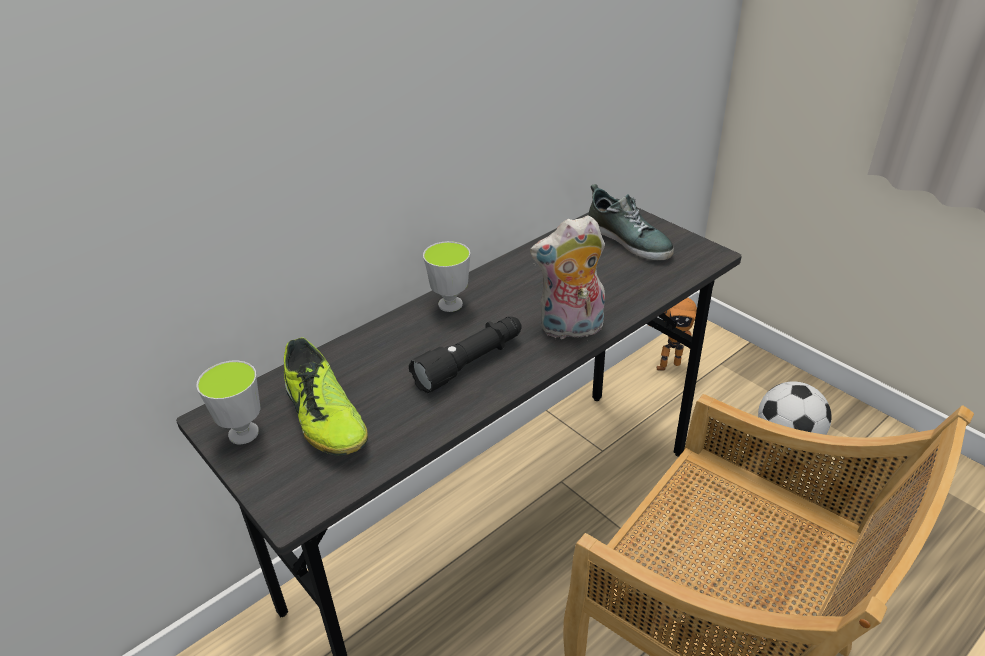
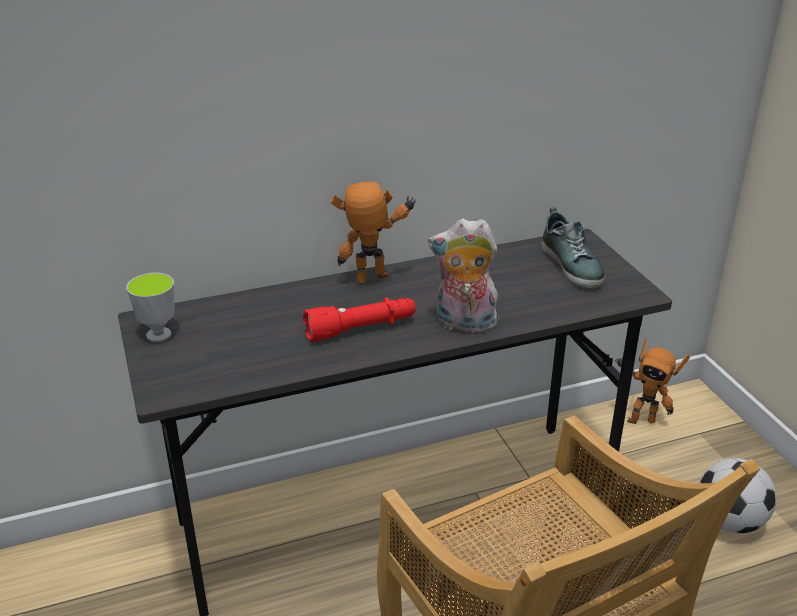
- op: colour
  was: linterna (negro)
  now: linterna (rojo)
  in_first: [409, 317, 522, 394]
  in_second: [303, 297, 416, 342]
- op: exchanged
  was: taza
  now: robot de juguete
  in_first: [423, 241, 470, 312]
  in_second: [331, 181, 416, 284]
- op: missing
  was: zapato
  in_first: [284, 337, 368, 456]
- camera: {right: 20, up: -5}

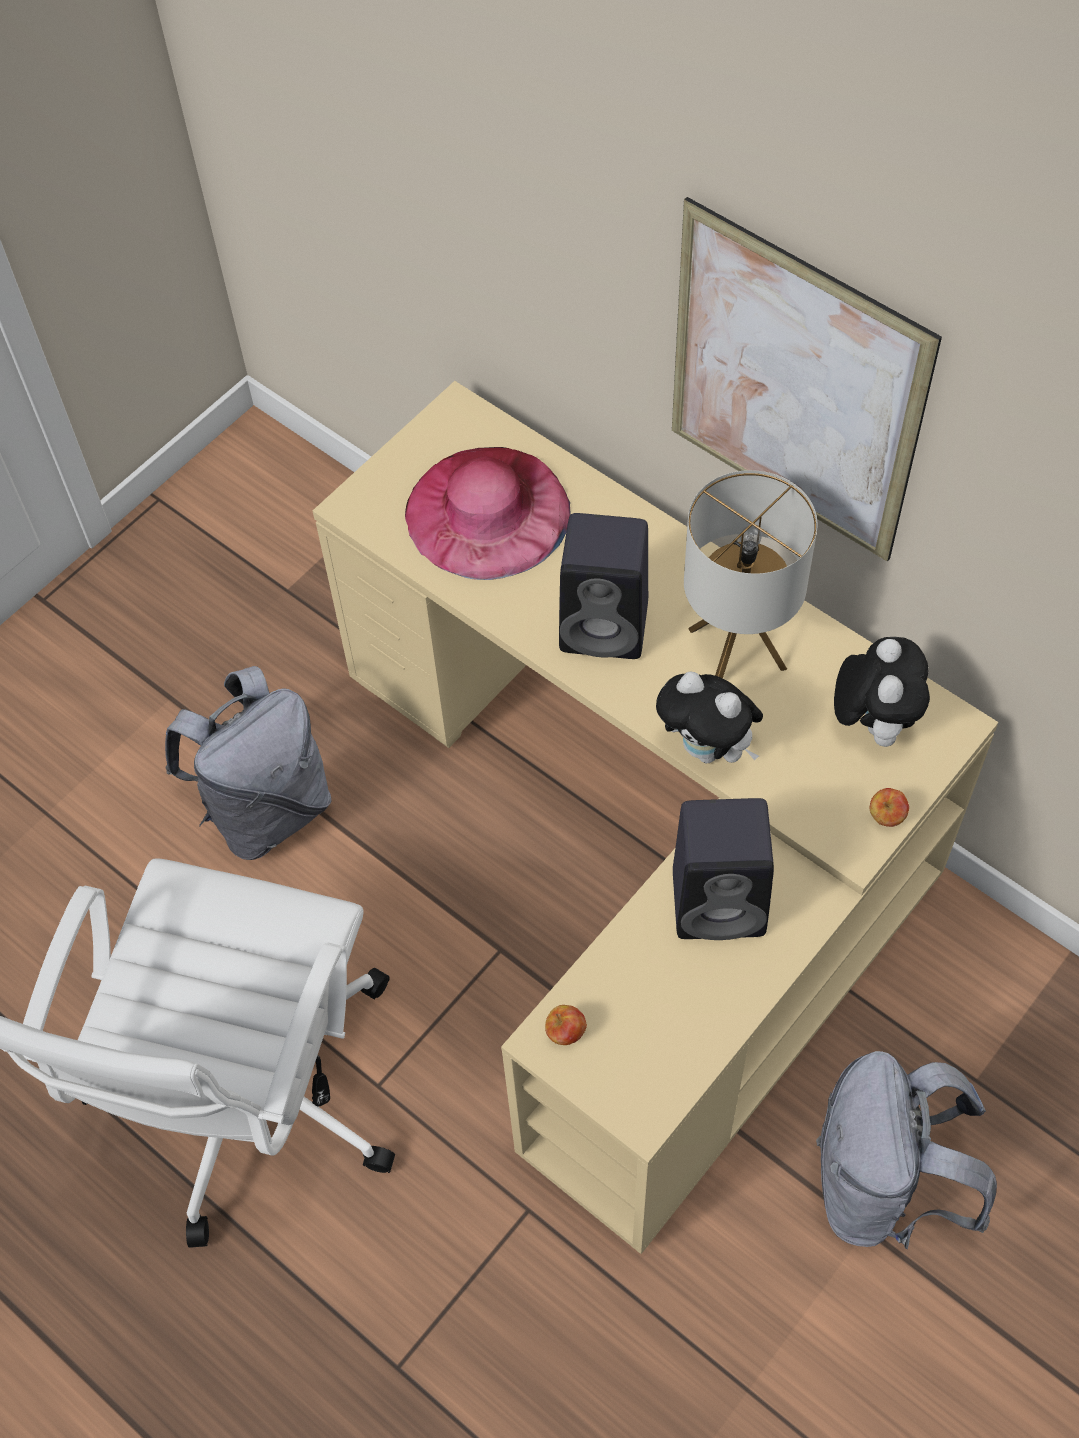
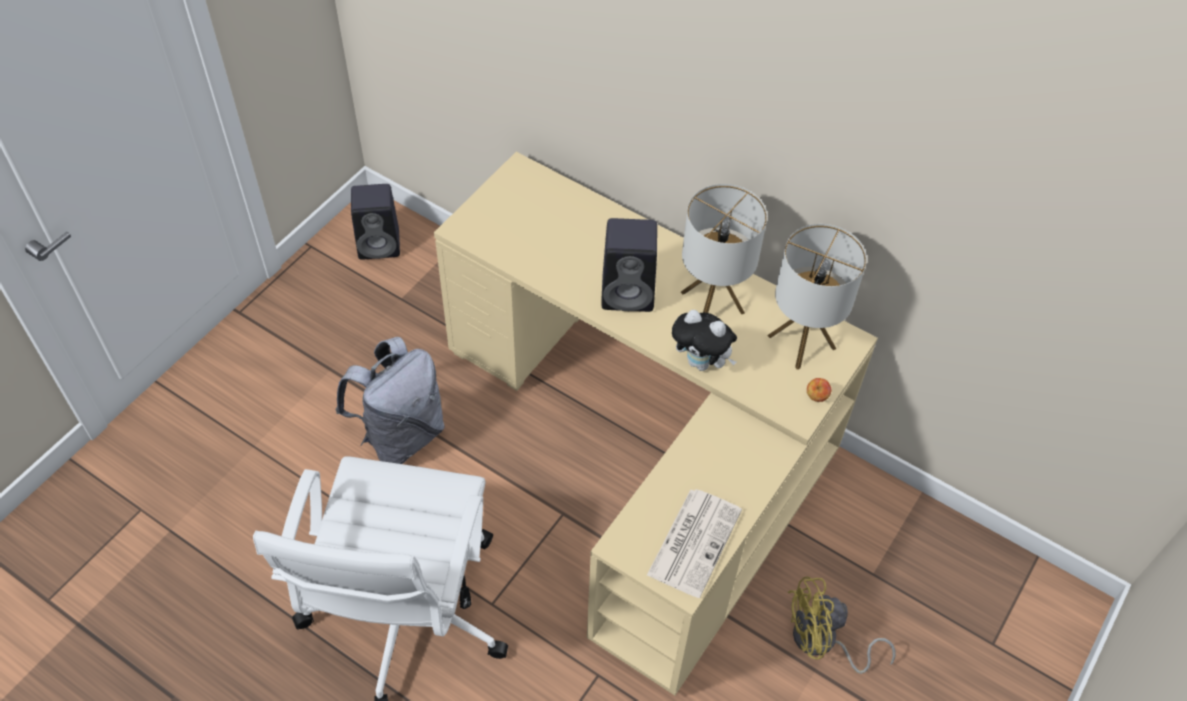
- op: relocated
  was: altavoz (negro)
  in_first: [673, 798, 774, 940]
  in_second: [351, 184, 400, 260]
- op: appeared
  now: periódico
  in_second: [647, 489, 742, 598]
- op: exchanged
  was: peluche
  now: lámpara de mesa
  in_first: [834, 637, 930, 747]
  in_second: [768, 224, 867, 370]
- op: exchanged
  was: mochila (gris)
  now: ventilador (amarillo)
  in_first: [816, 1051, 997, 1249]
  in_second: [788, 576, 896, 674]
- op: missing
  was: sombrero (rosa)
  in_first: [405, 447, 571, 580]
- op: missing
  was: manzana
  in_first: [545, 1005, 587, 1045]
- op: missing
  was: cuadro
  in_first: [672, 197, 942, 562]
- camera: {right: -10, up: -5}

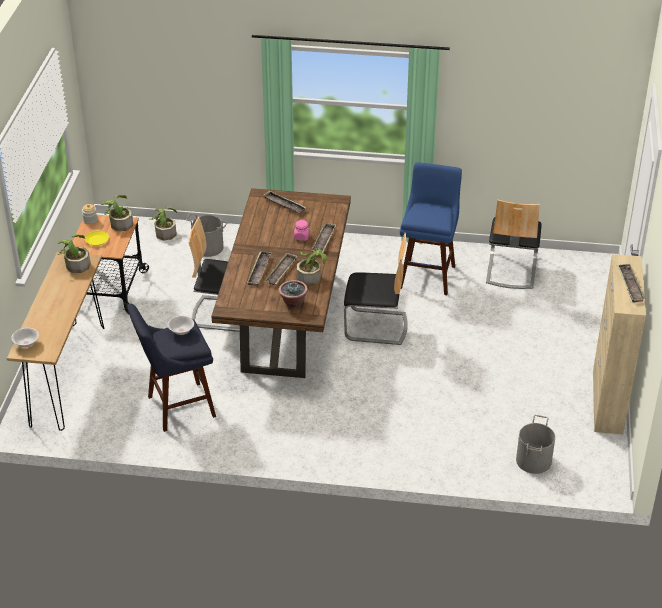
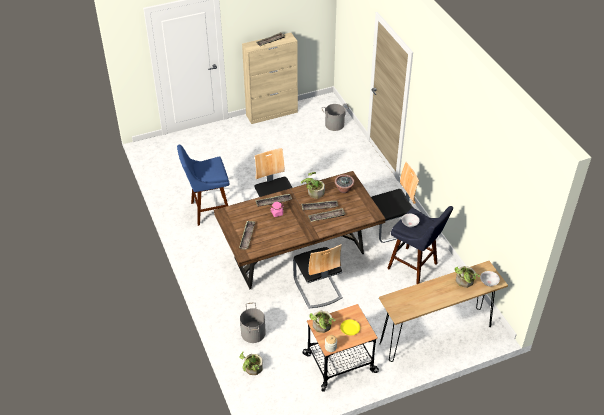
- op: relocated
  was: silla
  in_first: [486, 200, 542, 289]
  in_second: [371, 162, 419, 243]
- op: relocated
  was: planta en maceta
  in_first: [57, 234, 91, 273]
  in_second: [455, 266, 480, 288]
- camera: {right: -120, up: 5}

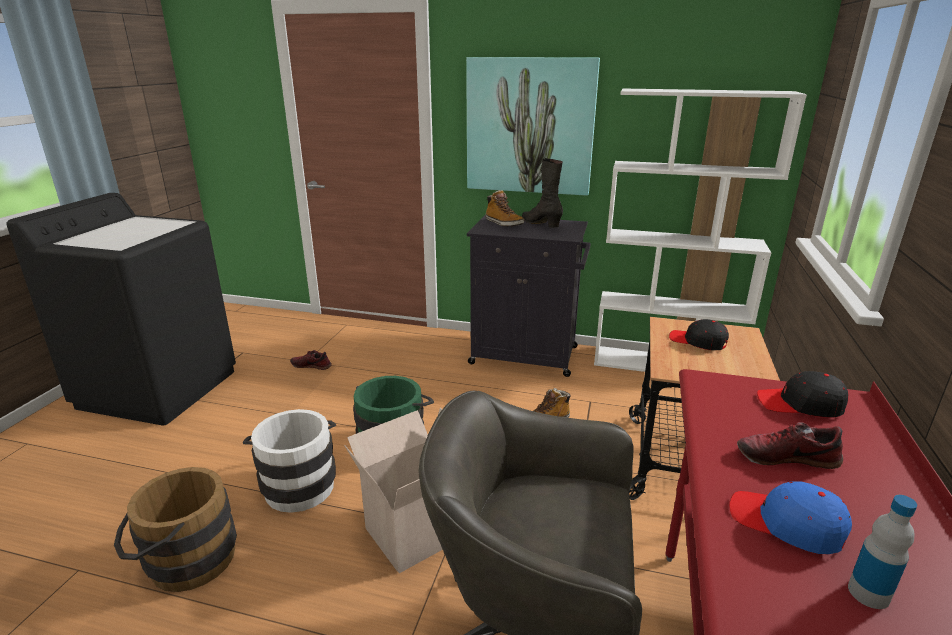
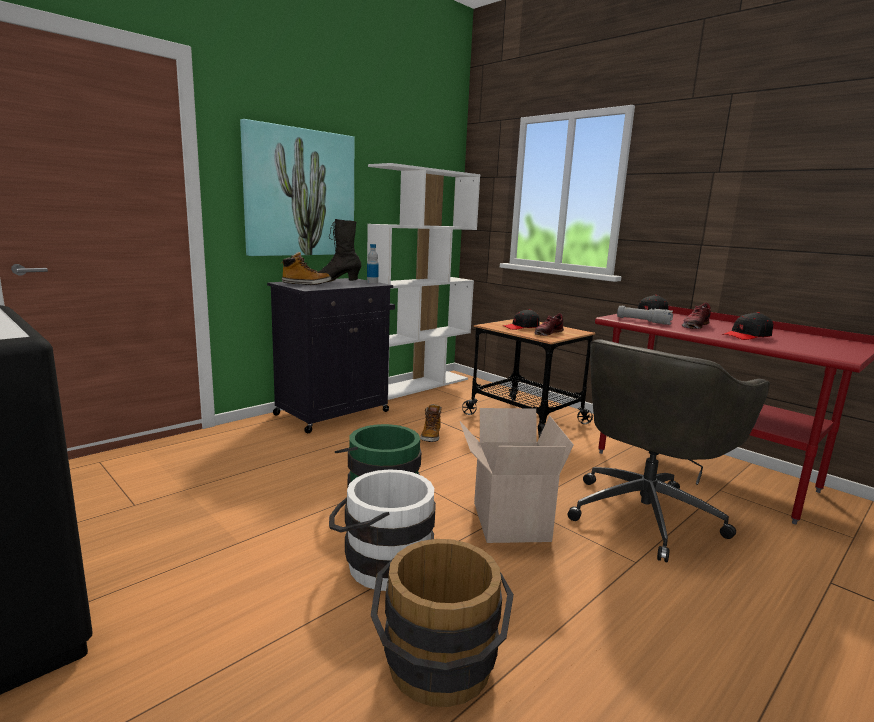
- op: relocated
  was: botella
  in_first: [848, 495, 917, 609]
  in_second: [367, 244, 379, 283]
- op: relocated
  was: zapato
  in_first: [290, 350, 332, 370]
  in_second: [534, 313, 564, 336]
- op: appeared
  now: linterna (gris)
  in_second: [617, 306, 673, 325]
- op: colour
  was: gorra (azul)
  now: gorra (negro)
  in_first: [729, 481, 852, 554]
  in_second: [722, 312, 773, 340]
- camera: {right: -60, up: -10}

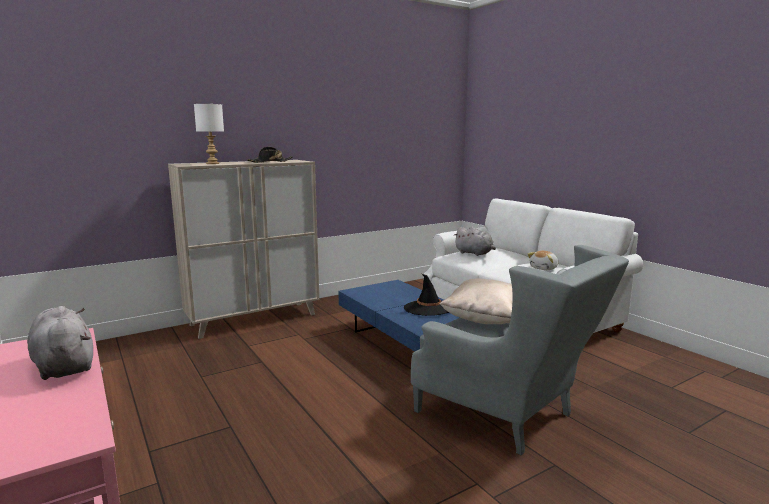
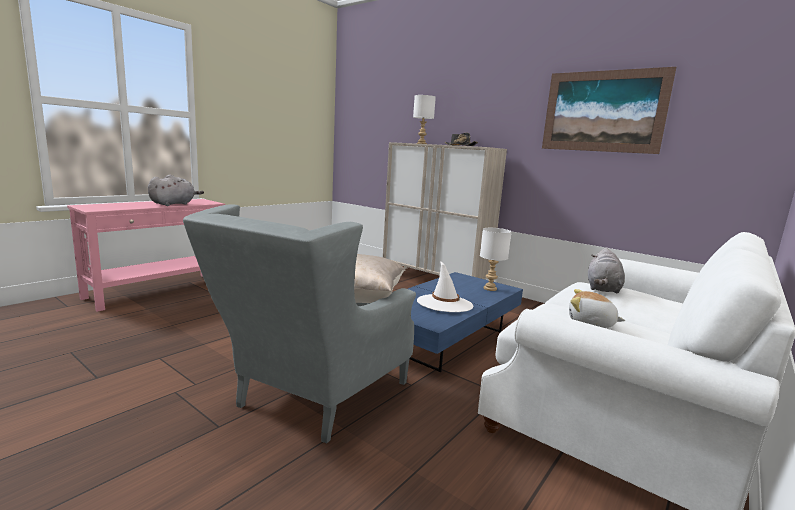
- op: colour
  was: sombrero (negro)
  now: sombrero (blanco)
  in_first: [404, 274, 449, 316]
  in_second: [417, 261, 474, 312]
- op: appeared
  now: lámpara de mesa (blanco)
  in_second: [480, 228, 512, 291]
- op: appeared
  now: cuadro
  in_second: [542, 67, 676, 154]
- camera: {right: 70, up: 0}

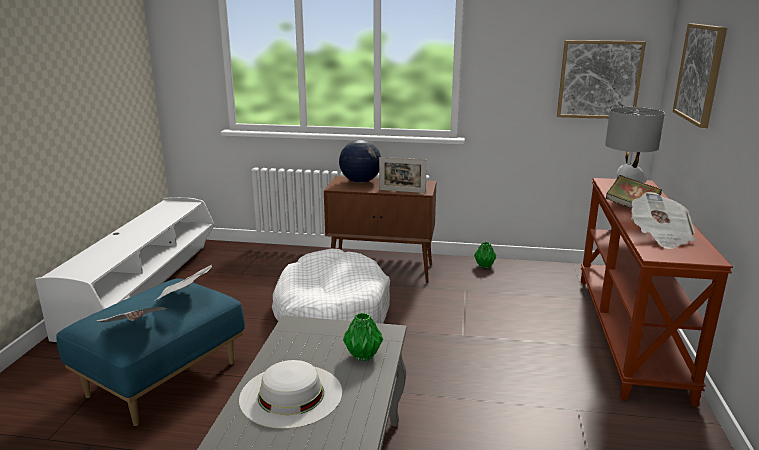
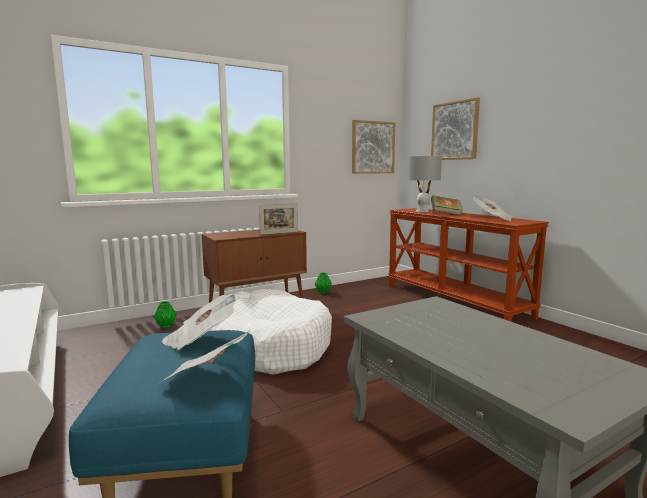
- op: relocated
  was: florero (verde)
  in_first: [343, 313, 383, 361]
  in_second: [154, 301, 177, 328]
- op: missing
  was: sombrero (blanco)
  in_first: [239, 360, 342, 429]
- op: missing
  was: globo terráqueo
  in_first: [339, 140, 381, 183]
- camera: {right: -40, up: -10}

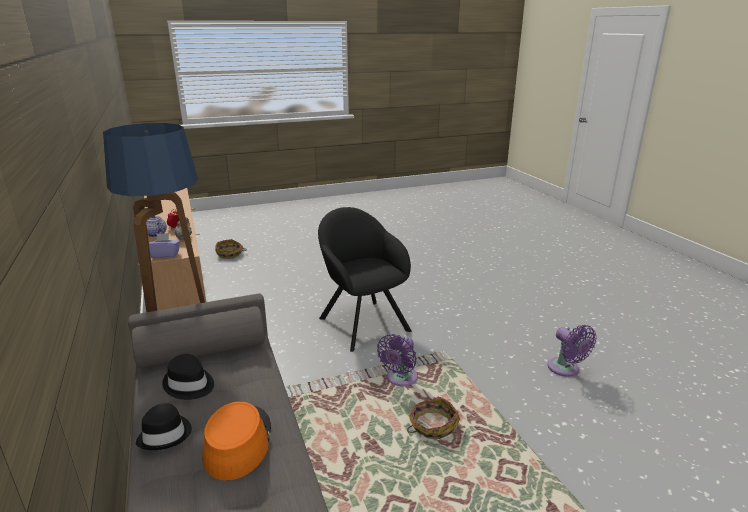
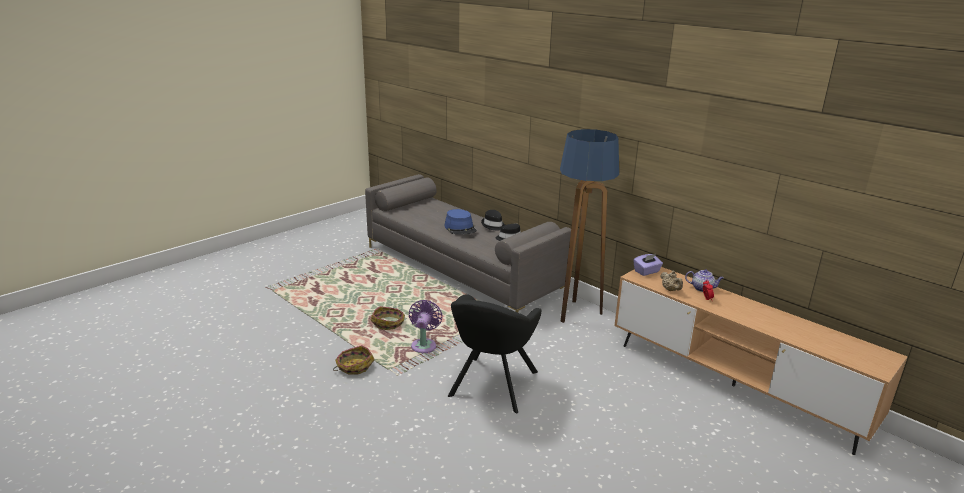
- op: relocated
  was: cesta
  in_first: [215, 239, 247, 259]
  in_second: [333, 345, 375, 375]
- op: colour
  was: sombrero (naranja)
  now: sombrero (azul)
  in_first: [202, 401, 271, 481]
  in_second: [445, 209, 477, 235]
- op: spun
  was: sillón (negro)
  in_first: [318, 207, 412, 352]
  in_second: [448, 294, 542, 413]
  clockwise: 75
- op: missing
  was: ventilador (morado)
  in_first: [547, 325, 597, 377]
- camera: {right: 155, up: 0}

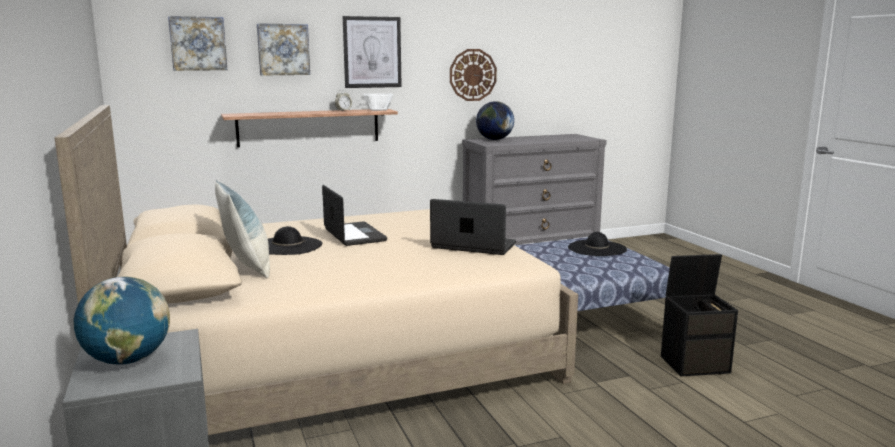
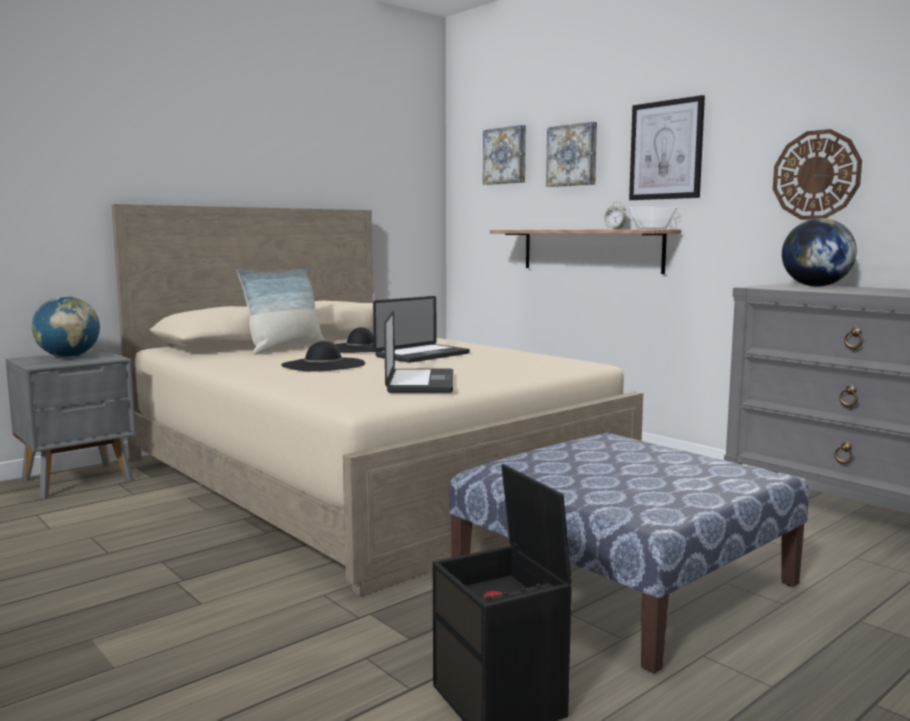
- op: relocated
  was: sombrero (negro)
  in_first: [568, 232, 627, 256]
  in_second: [281, 341, 365, 372]
- camera: {right: 70, up: -5}

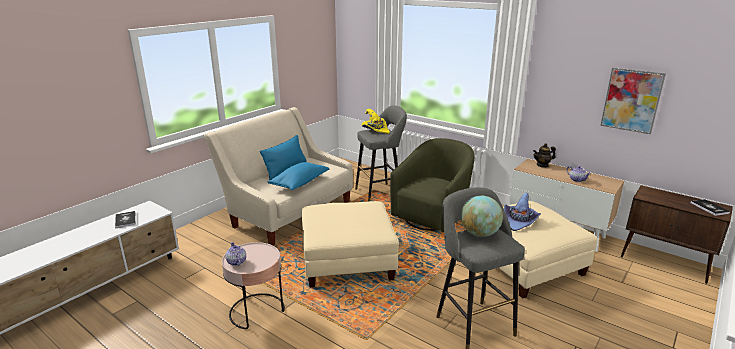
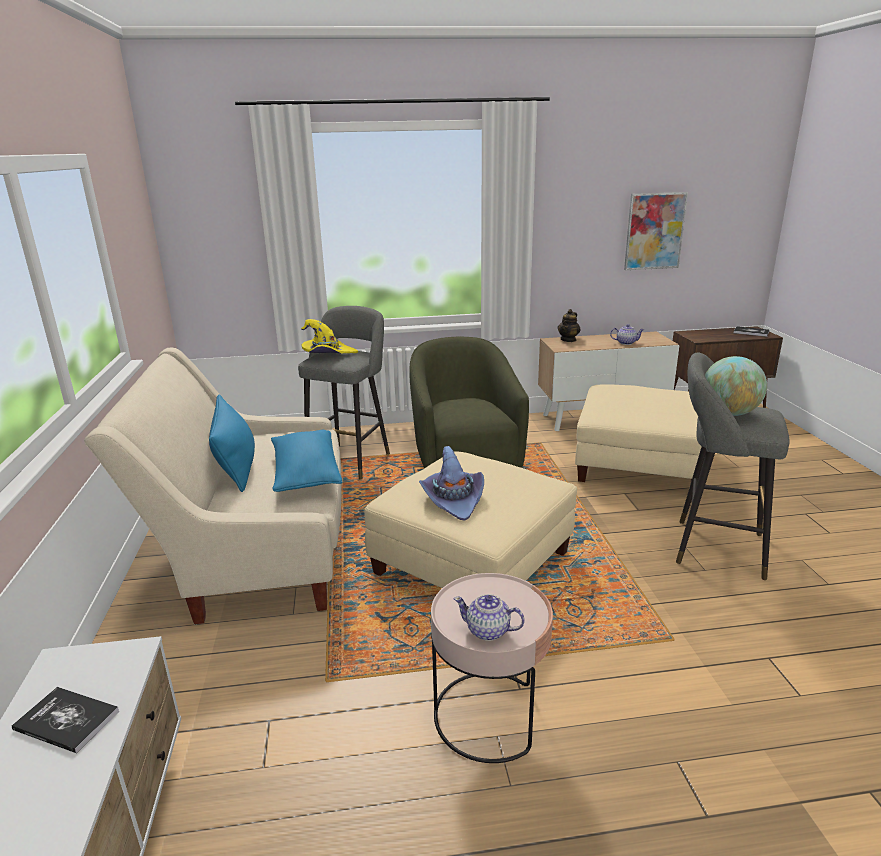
- op: relocated
  was: sombrero (morado)
  in_first: [504, 192, 541, 231]
  in_second: [419, 446, 484, 521]
- camera: {right: -45, up: 0}

